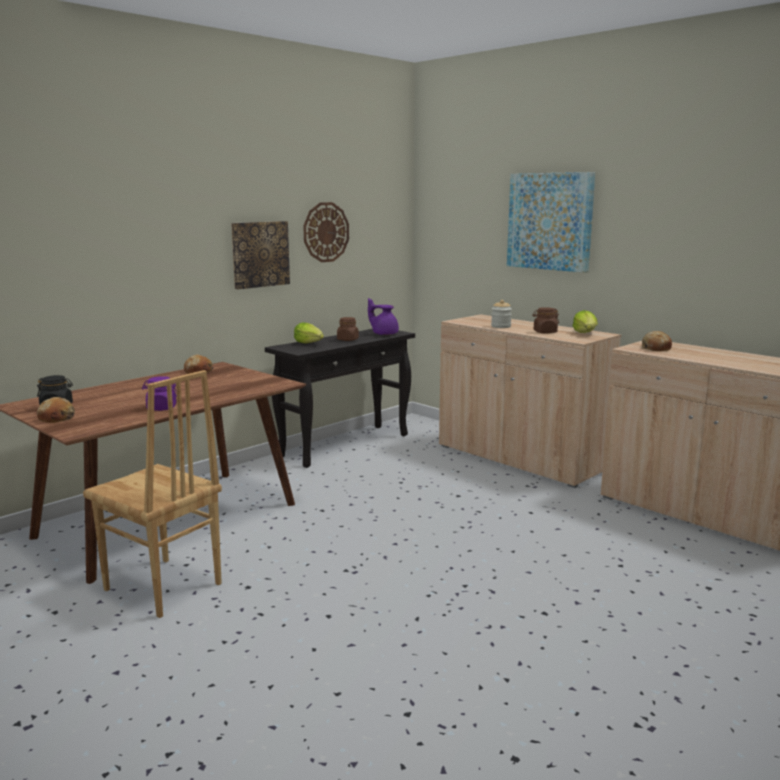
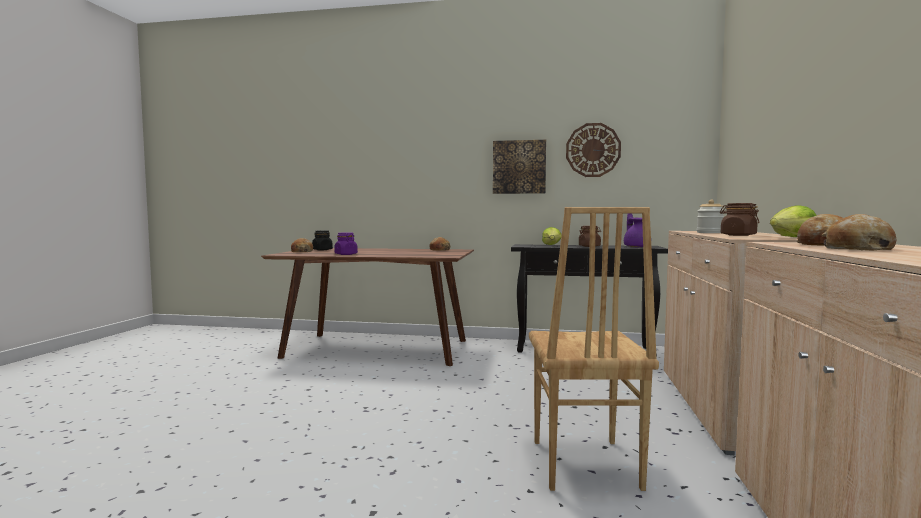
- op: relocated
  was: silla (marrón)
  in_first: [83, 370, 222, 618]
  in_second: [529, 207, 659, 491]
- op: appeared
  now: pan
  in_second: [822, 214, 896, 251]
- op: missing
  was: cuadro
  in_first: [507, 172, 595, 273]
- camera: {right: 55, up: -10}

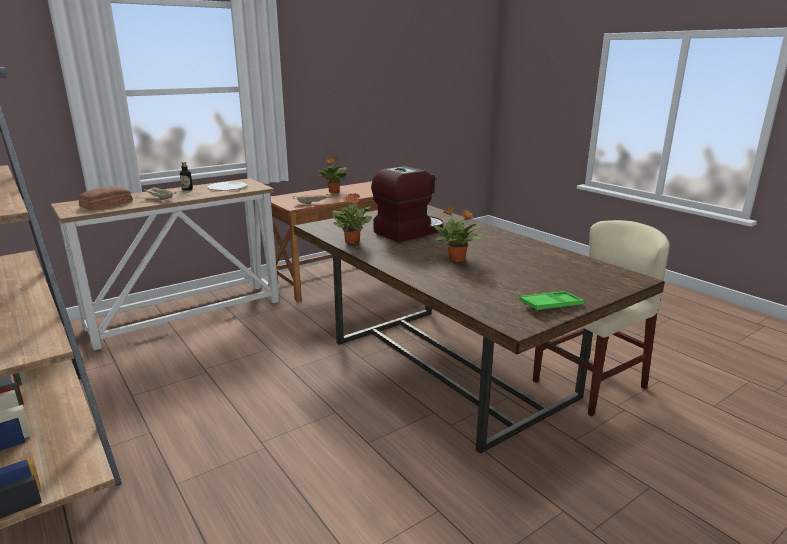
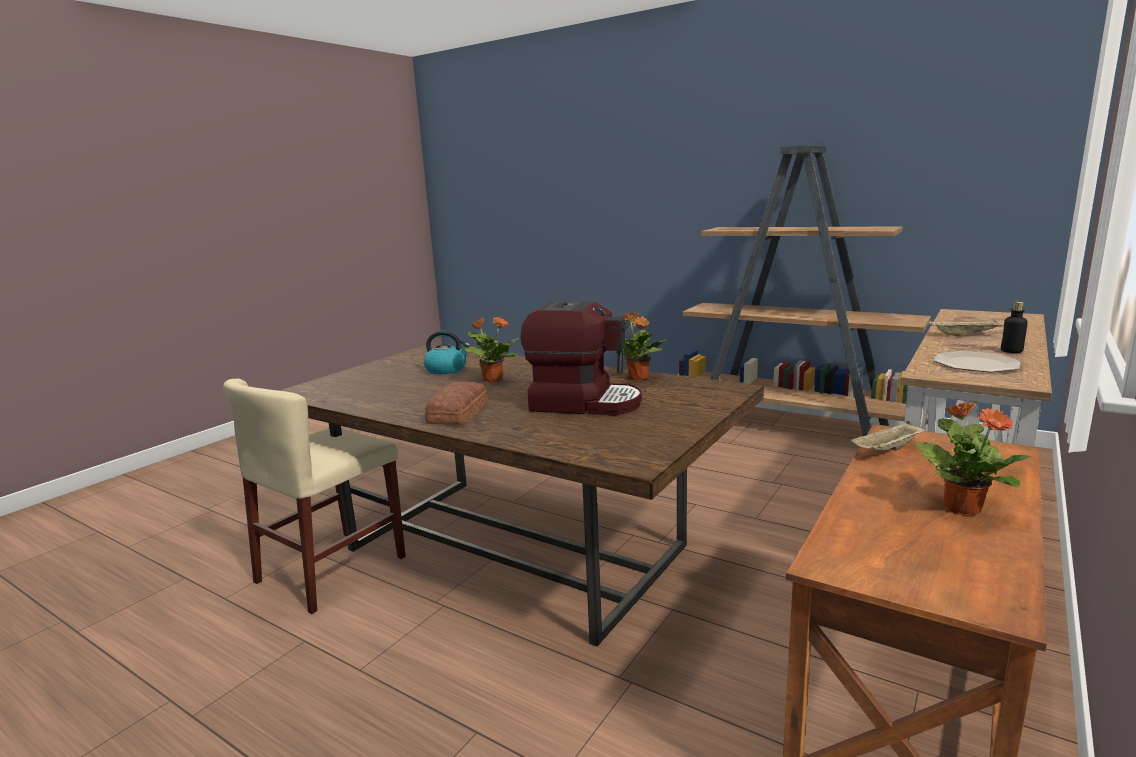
- op: appeared
  now: hervidor
  in_second: [423, 331, 471, 374]
- op: relocated
  was: pan
  in_first: [79, 186, 133, 210]
  in_second: [425, 382, 488, 425]
- op: spun
  was: cafetera
  in_first: [371, 166, 443, 242]
  in_second: [520, 301, 642, 416]
  clockwise: -105
- op: missing
  was: bandeja (verde)
  in_first: [519, 291, 584, 311]
- camera: {right: 160, up: -5}

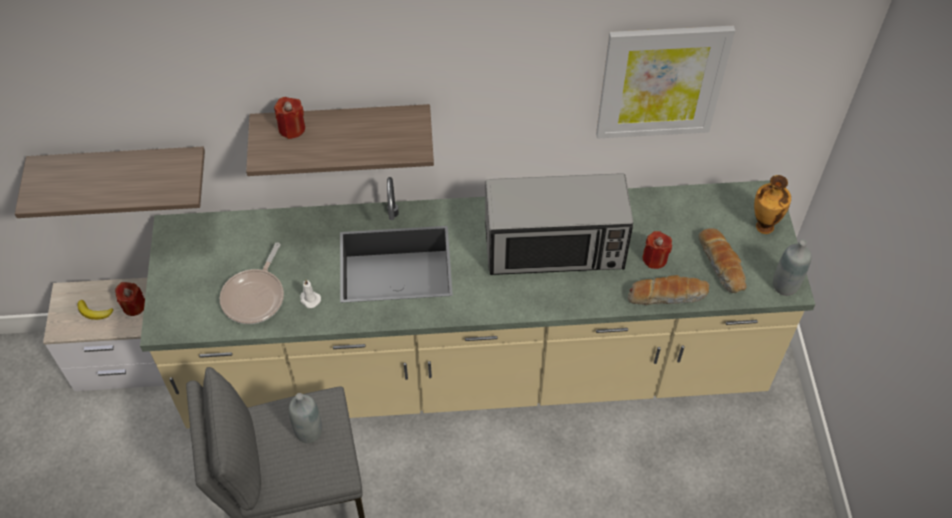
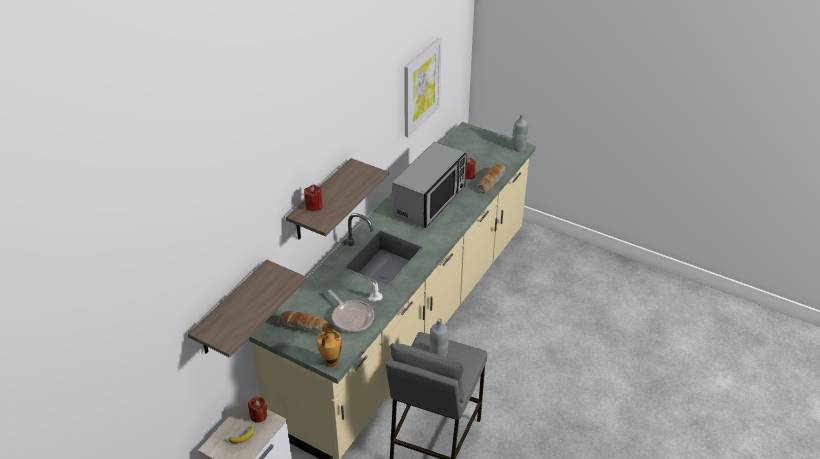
- op: relocated
  was: pan
  in_first: [699, 228, 747, 293]
  in_second: [278, 311, 329, 334]
- op: relocated
  was: florero
  in_first: [754, 175, 791, 234]
  in_second: [317, 323, 342, 368]
- camera: {right: -55, up: -15}

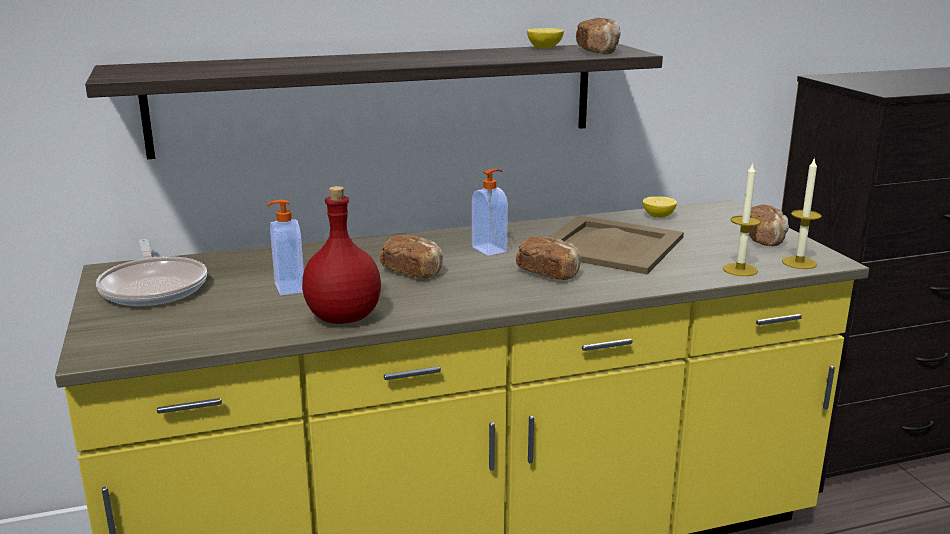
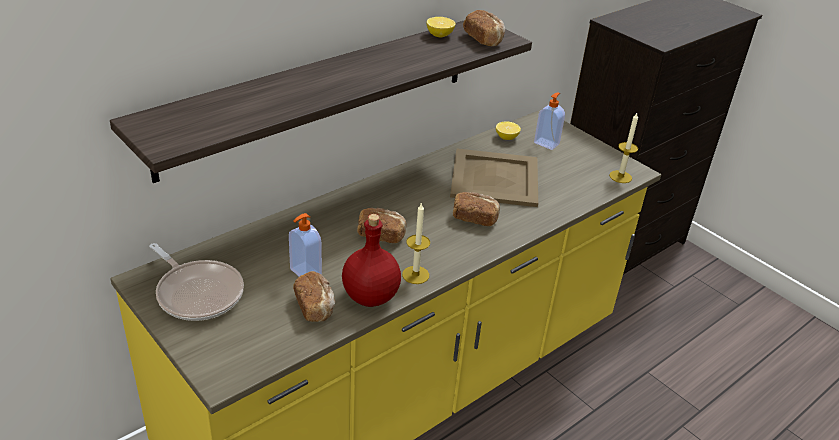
- op: relocated
  was: pan
  in_first: [749, 204, 789, 246]
  in_second: [293, 271, 335, 322]
- op: relocated
  was: vela
  in_first: [723, 163, 761, 276]
  in_second: [402, 202, 430, 284]
- op: relocated
  was: dispensador de jabón
  in_first: [472, 169, 508, 256]
  in_second: [534, 92, 565, 150]
- camera: {right: -25, up: 15}

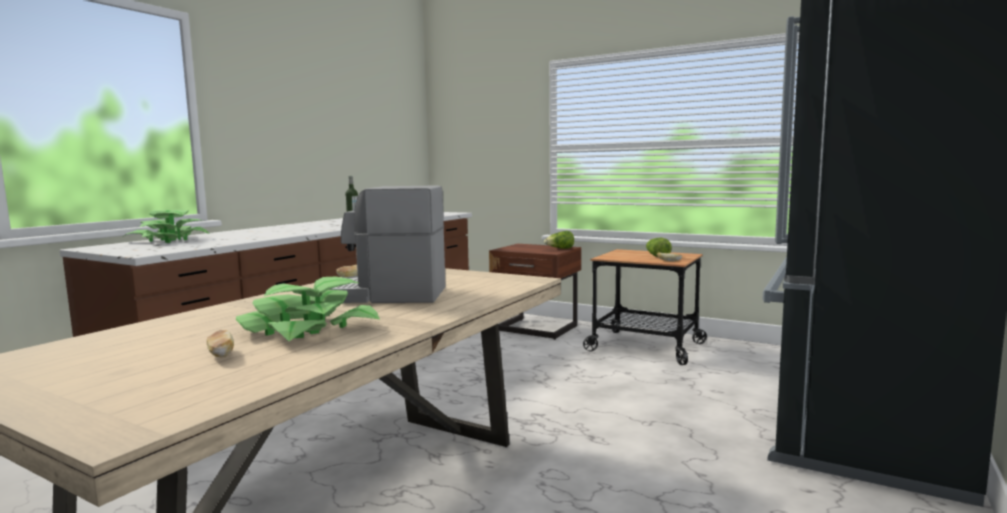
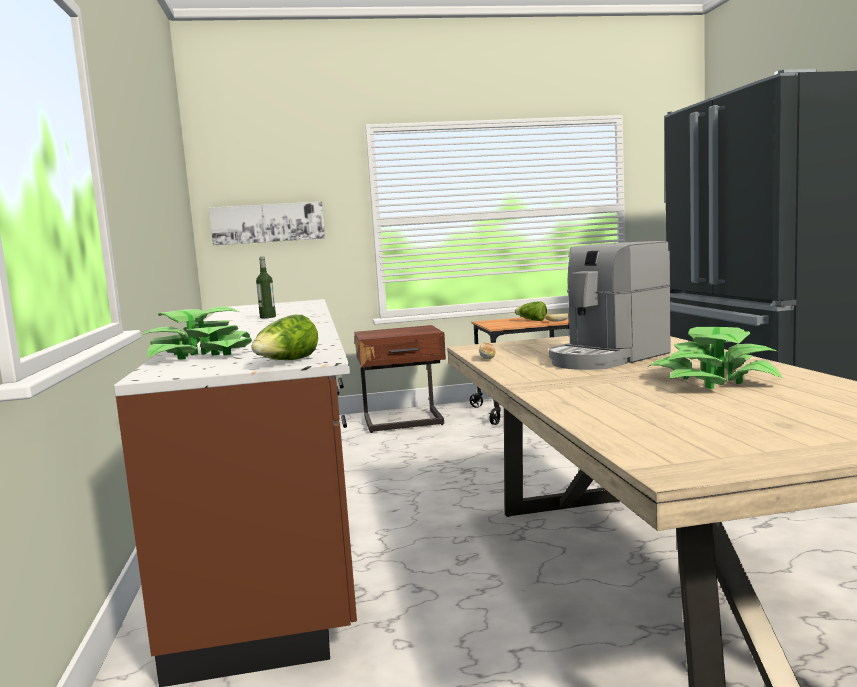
- op: appeared
  now: cuadro
  in_second: [209, 201, 325, 245]
- op: relocated
  was: lechuga
  in_first: [544, 231, 574, 249]
  in_second: [251, 315, 318, 360]
- op: missing
  was: pan
  in_first: [207, 330, 234, 357]
- camera: {right: -40, up: 0}

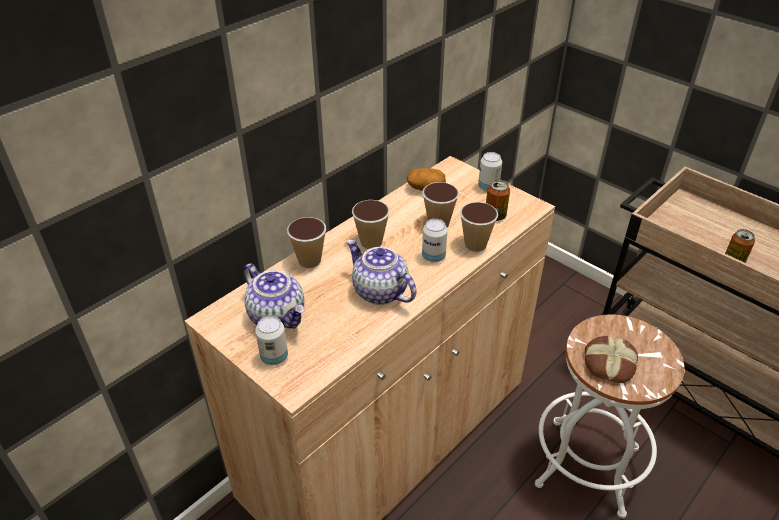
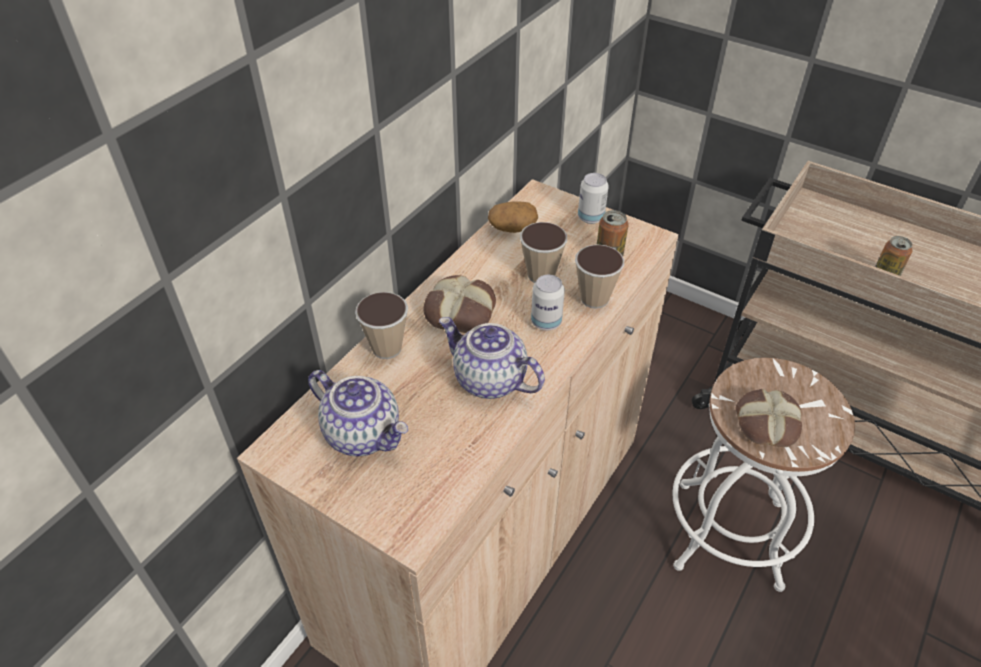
- op: exchanged
  was: taza
  now: pan
  in_first: [352, 200, 390, 249]
  in_second: [424, 275, 496, 333]
- op: missing
  was: lata
  in_first: [255, 316, 288, 365]
- camera: {right: -10, up: 5}

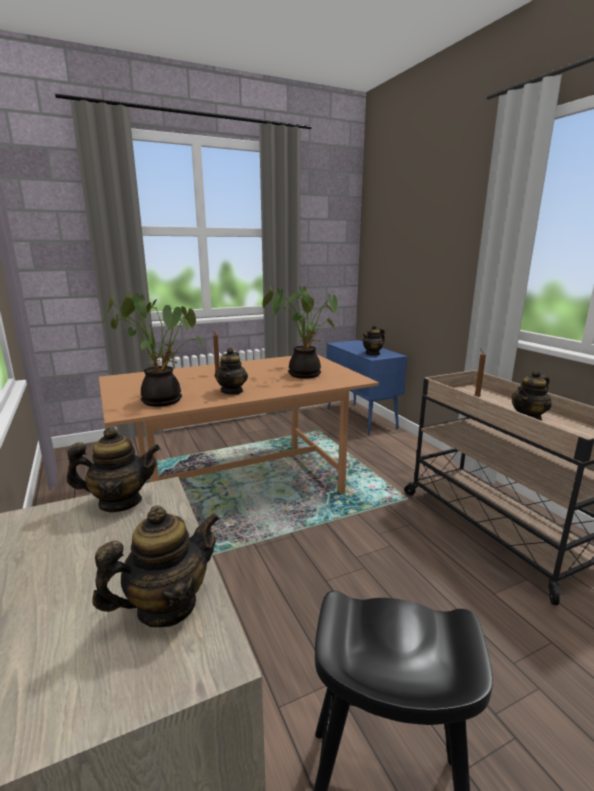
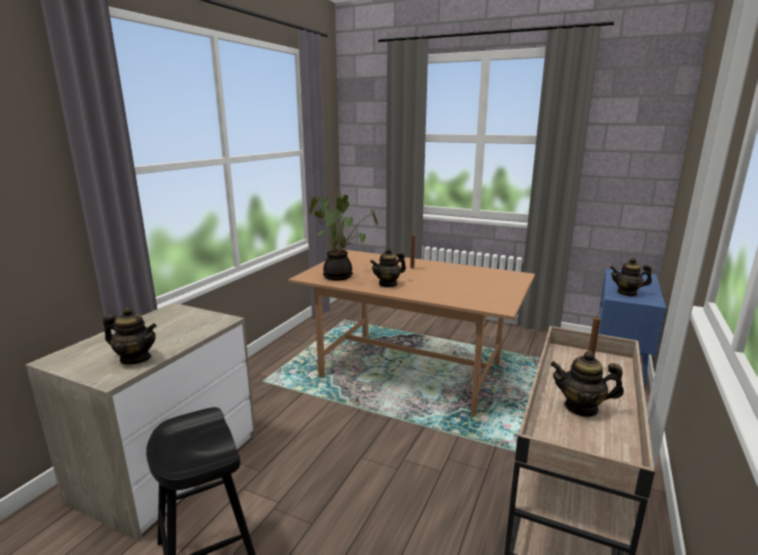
- op: missing
  was: tetera
  in_first: [67, 427, 160, 512]
- op: missing
  was: planta en maceta
  in_first: [262, 285, 338, 379]
- camera: {right: 50, up: 0}

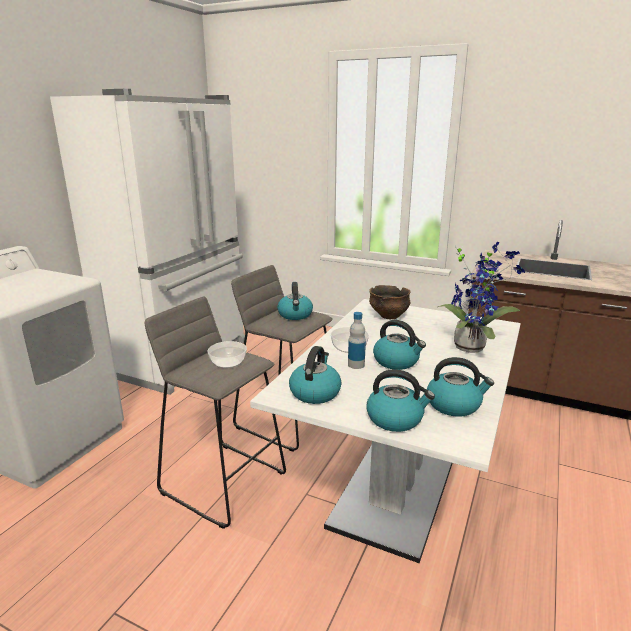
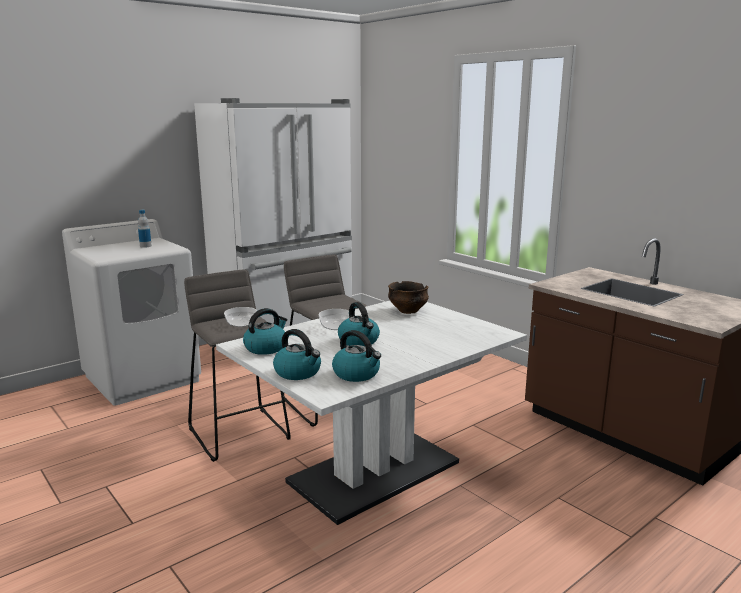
- op: relocated
  was: botella
  in_first: [348, 312, 366, 369]
  in_second: [138, 210, 152, 248]
- op: missing
  was: hervidor
  in_first: [277, 282, 313, 320]
- op: missing
  was: planta en maceta
  in_first: [438, 241, 525, 353]
- camera: {right: 25, up: -5}

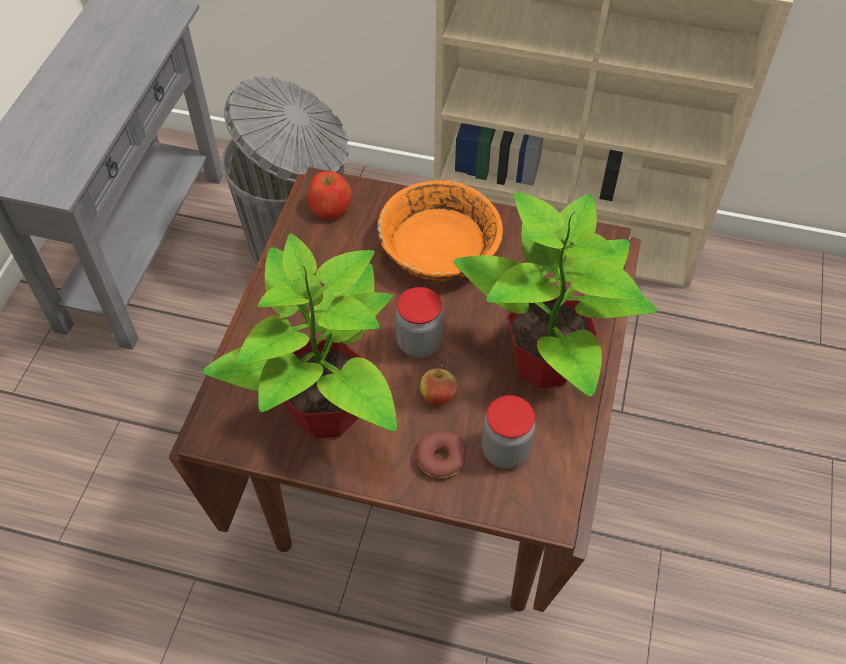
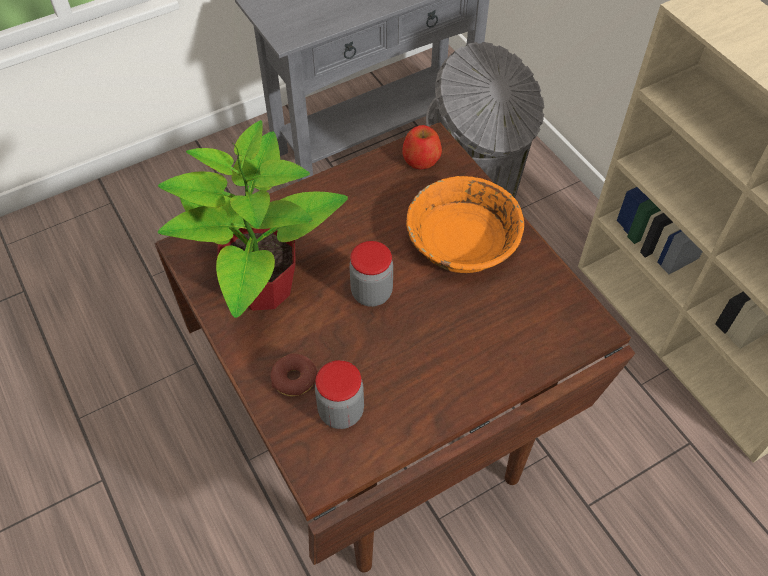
- op: missing
  was: manzana
  in_first: [420, 364, 457, 406]
- op: missing
  was: planta en maceta
  in_first: [454, 192, 657, 397]
- camera: {right: 45, up: 0}

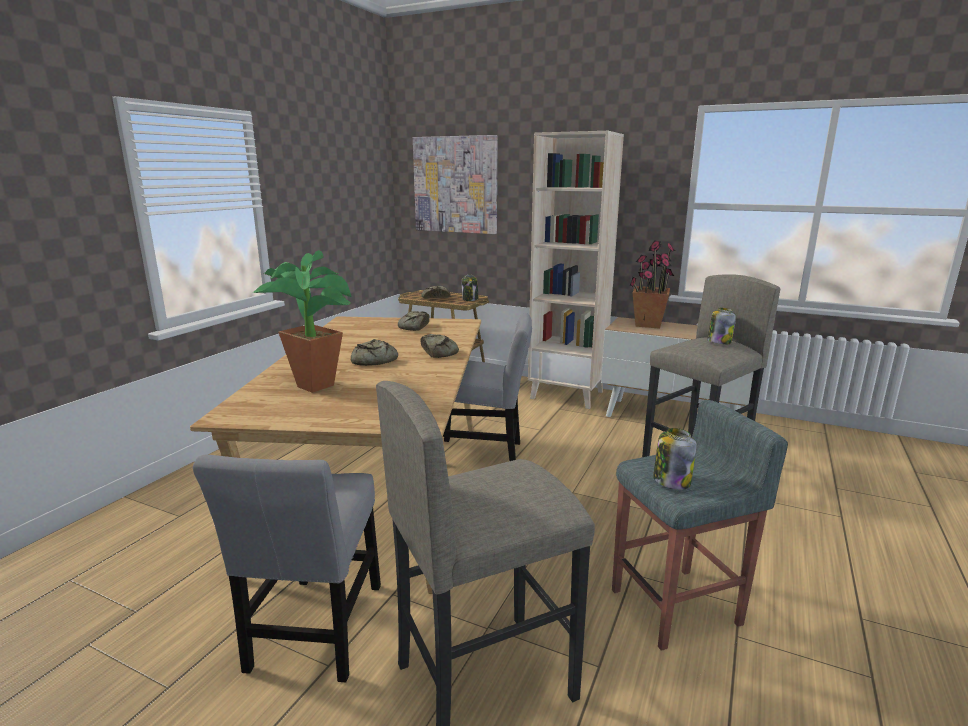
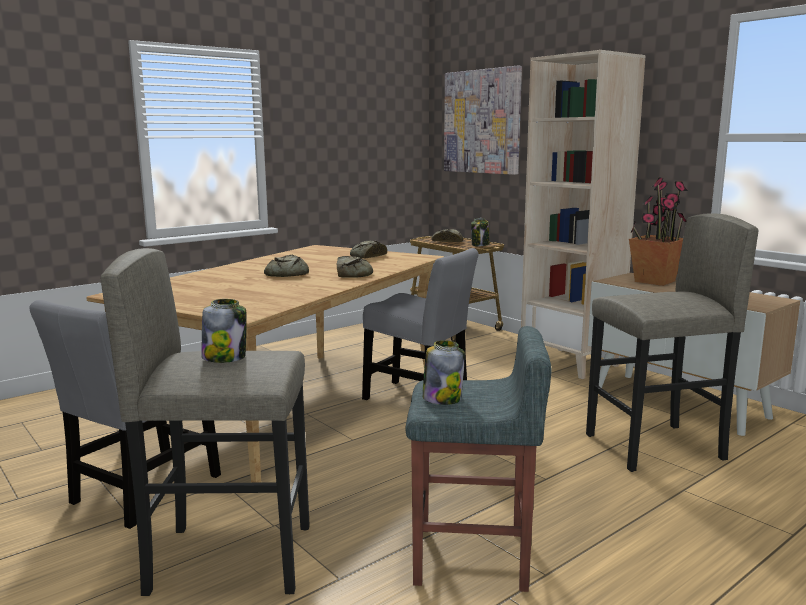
- op: relocated
  was: tarro
  in_first: [707, 308, 736, 344]
  in_second: [202, 299, 247, 363]
- op: missing
  was: planta en maceta
  in_first: [252, 250, 352, 393]
- camera: {right: 25, up: -5}

